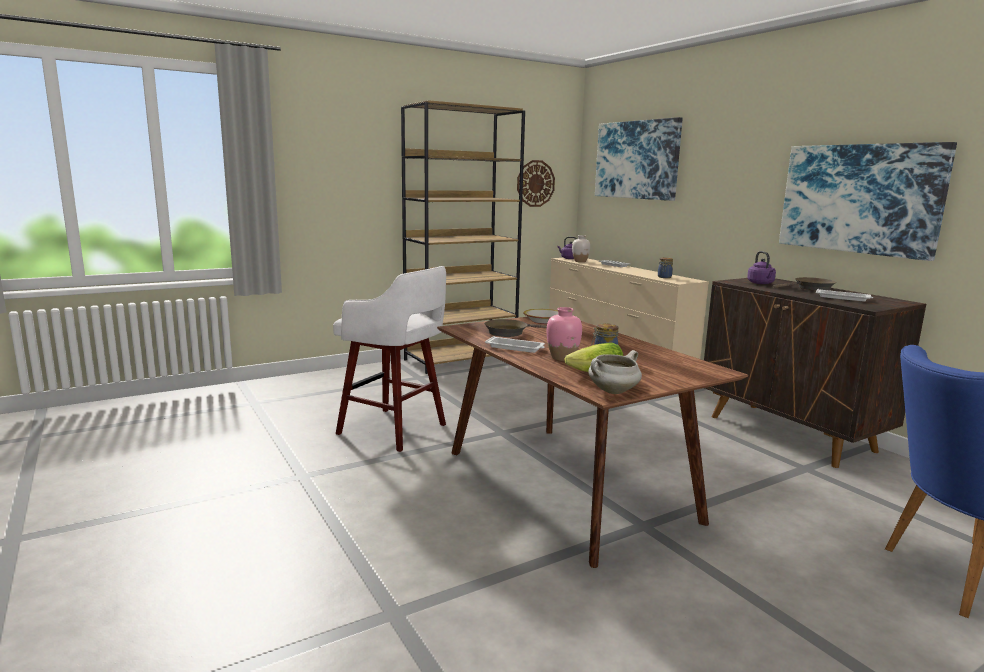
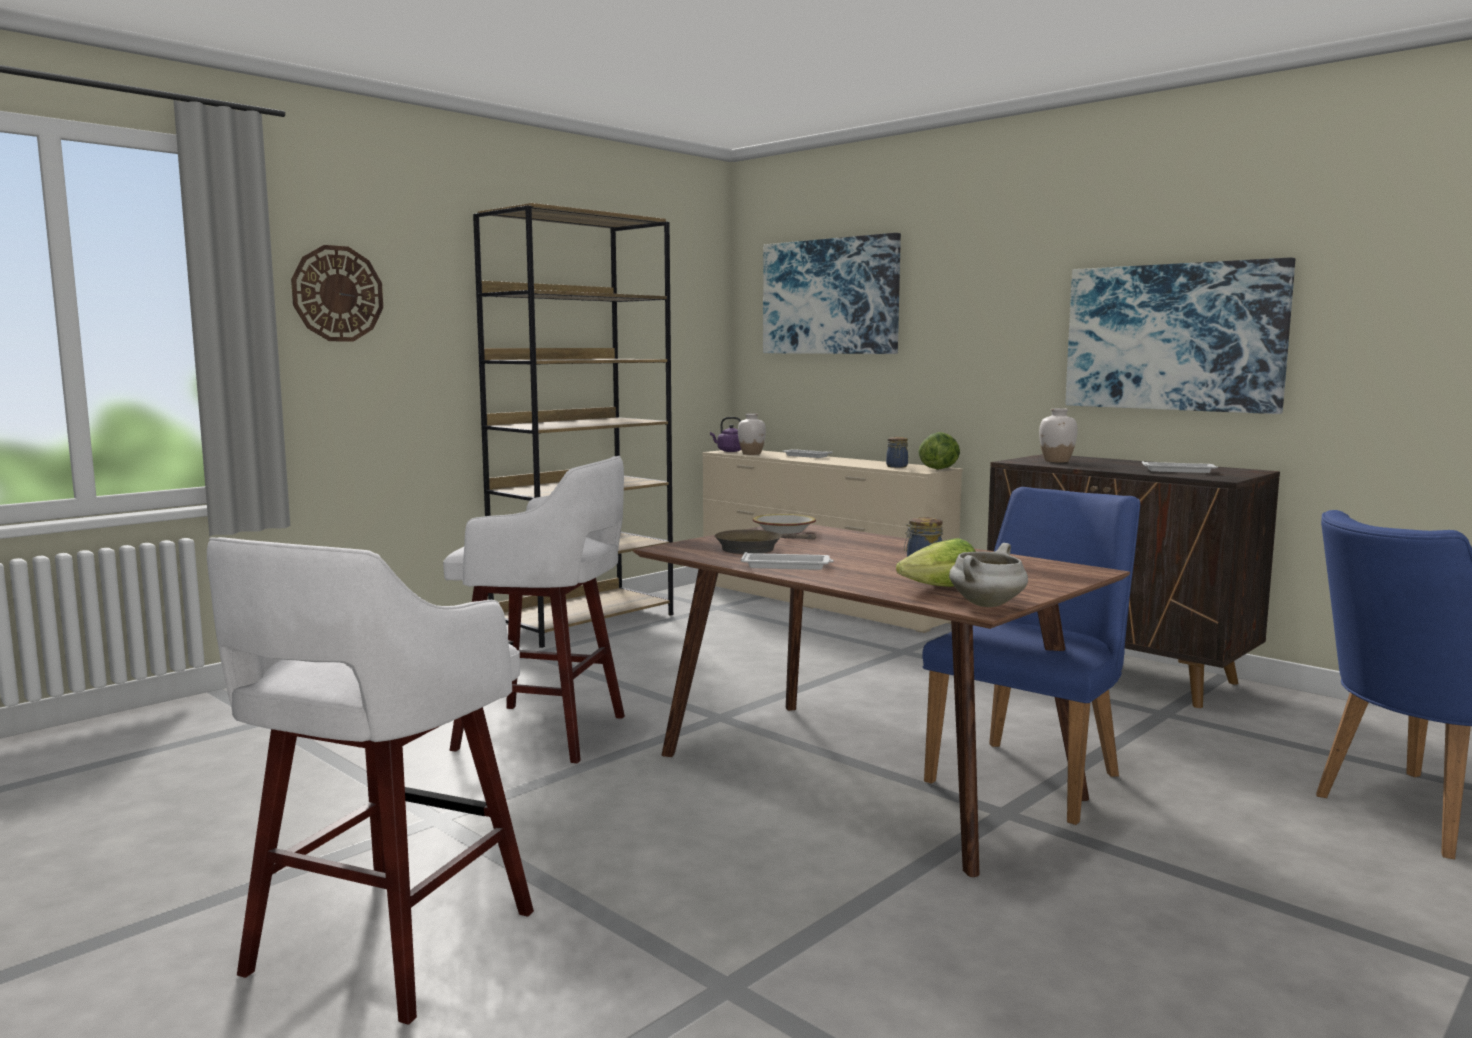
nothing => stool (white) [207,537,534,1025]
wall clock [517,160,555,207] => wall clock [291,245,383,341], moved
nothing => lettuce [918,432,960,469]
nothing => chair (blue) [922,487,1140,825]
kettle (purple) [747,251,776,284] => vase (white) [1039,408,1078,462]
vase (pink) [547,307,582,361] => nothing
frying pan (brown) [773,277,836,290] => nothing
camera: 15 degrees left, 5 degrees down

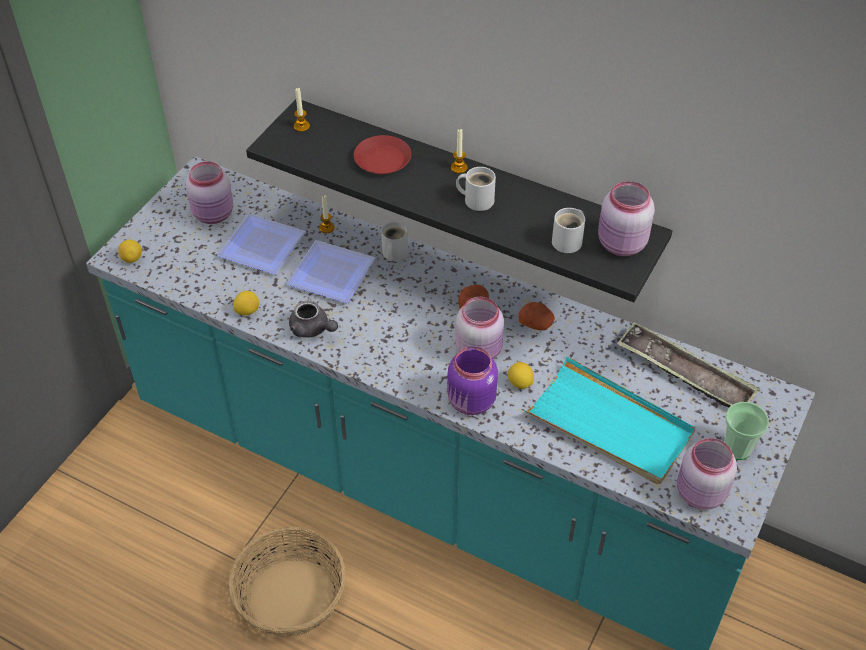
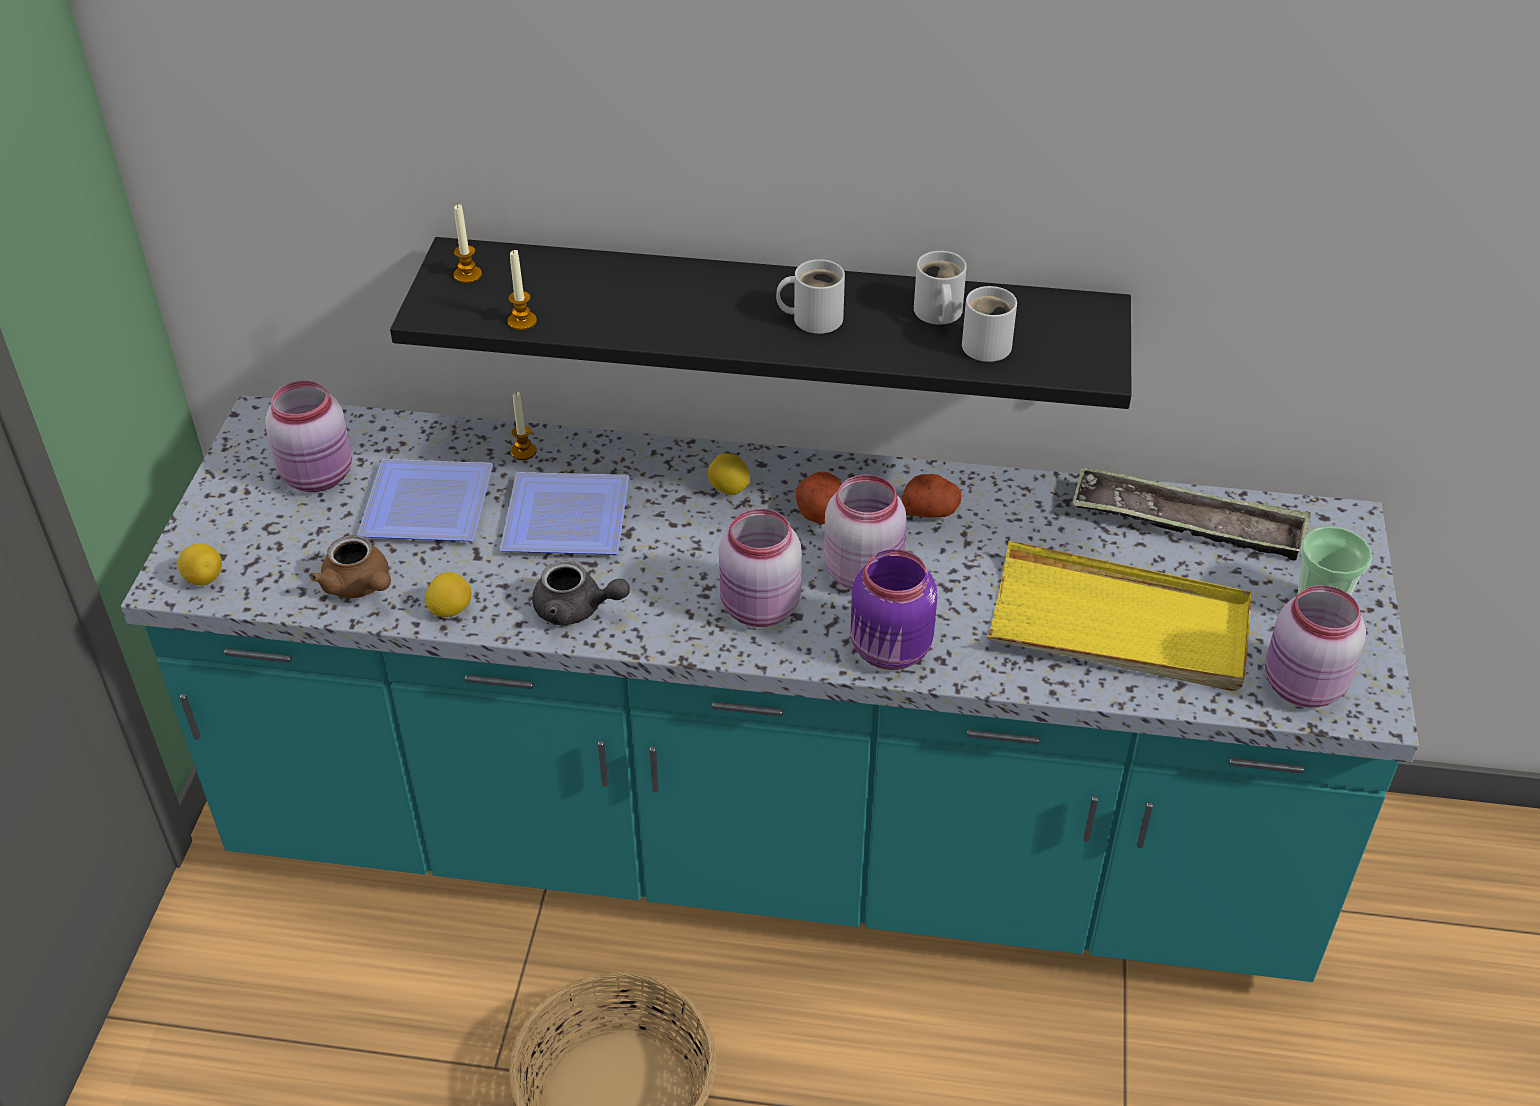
nothing => teapot (brown) [311,535,391,598]
candle [451,129,468,173] => candle [508,249,537,330], moved
lemon [508,362,534,389] => lemon [708,453,750,495], moved
jar (pink) [598,181,655,256] => jar (pink) [719,509,802,627], moved
mug (white) [381,222,408,261] => mug (white) [914,251,967,325], moved
tray (turquoise) [524,356,696,484] => tray (yellow) [987,541,1251,691]
plate (red) [354,135,411,174] => nothing
camera: 20 degrees left, 5 degrees down

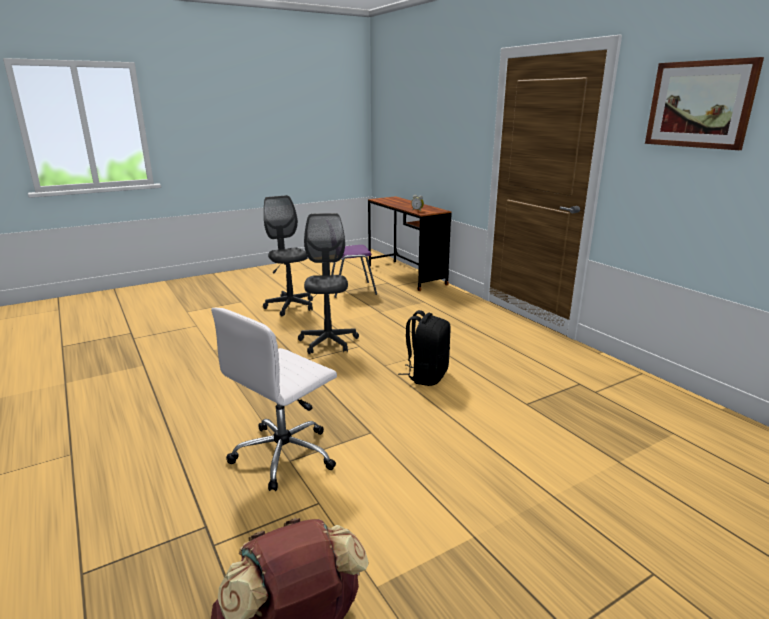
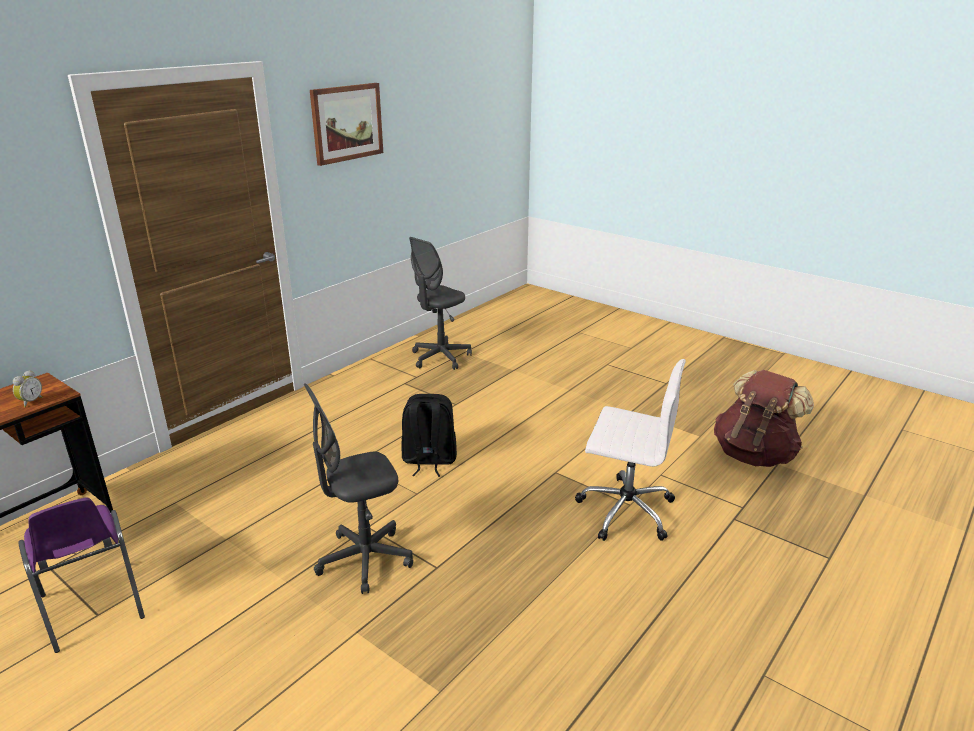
office chair (grey) [263,195,313,316] => office chair (grey) [409,237,472,370], moved
camera: 110 degrees left, 5 degrees up

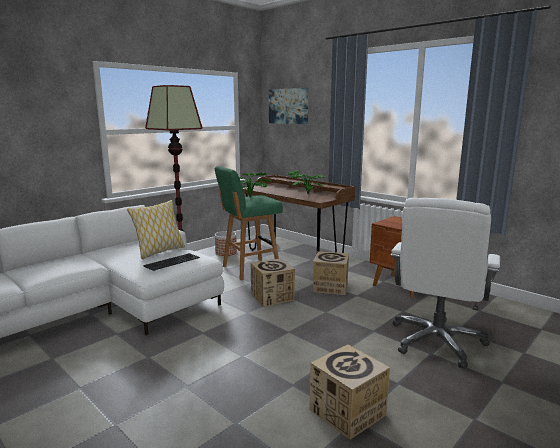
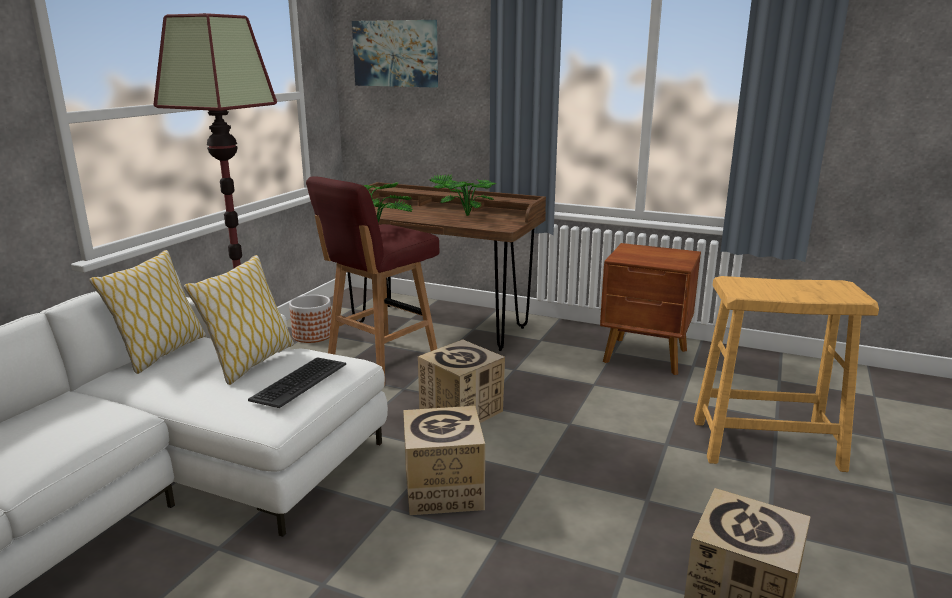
nothing => pillow [89,250,206,374]
stool (green) [215,166,283,280] => stool (red) [306,176,440,386]
cardboard box [313,251,349,295] => cardboard box [403,406,485,515], moved
office chair (white) [390,198,500,368] => stool (beige) [694,276,879,472]
camera: 20 degrees left, 5 degrees up

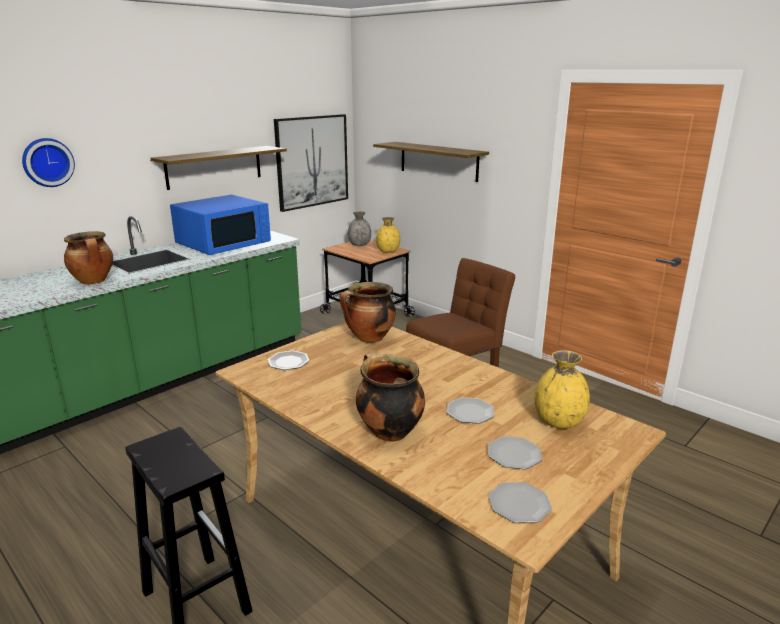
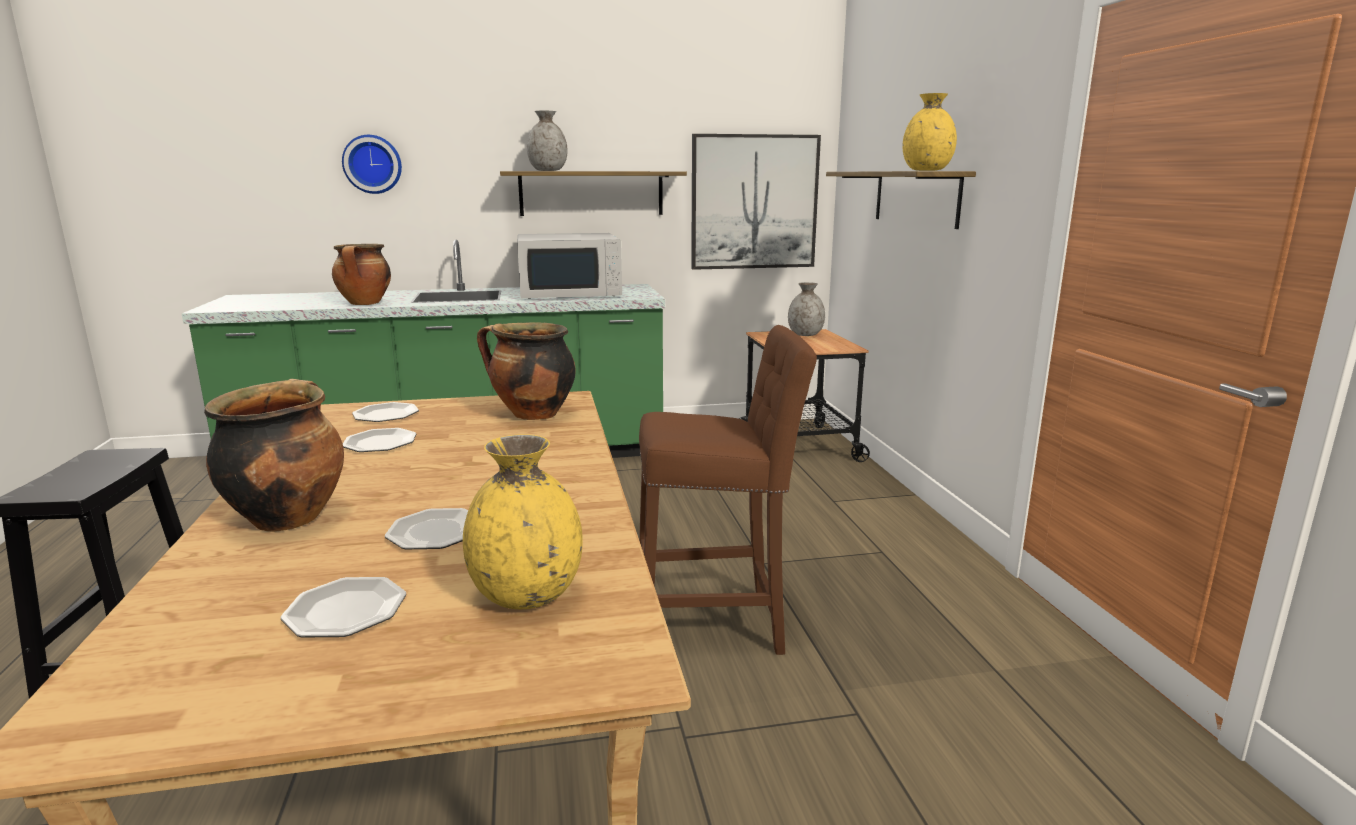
plate [489,482,552,523] => plate [343,428,416,452], moved
microwave (blue) [170,195,271,255] => microwave (white) [517,233,622,299]
nothing => vase (grey) [527,111,568,171]
vase (yellow) [376,217,400,253] => vase (yellow) [903,93,957,171], moved
camera: 35 degrees right, 5 degrees down

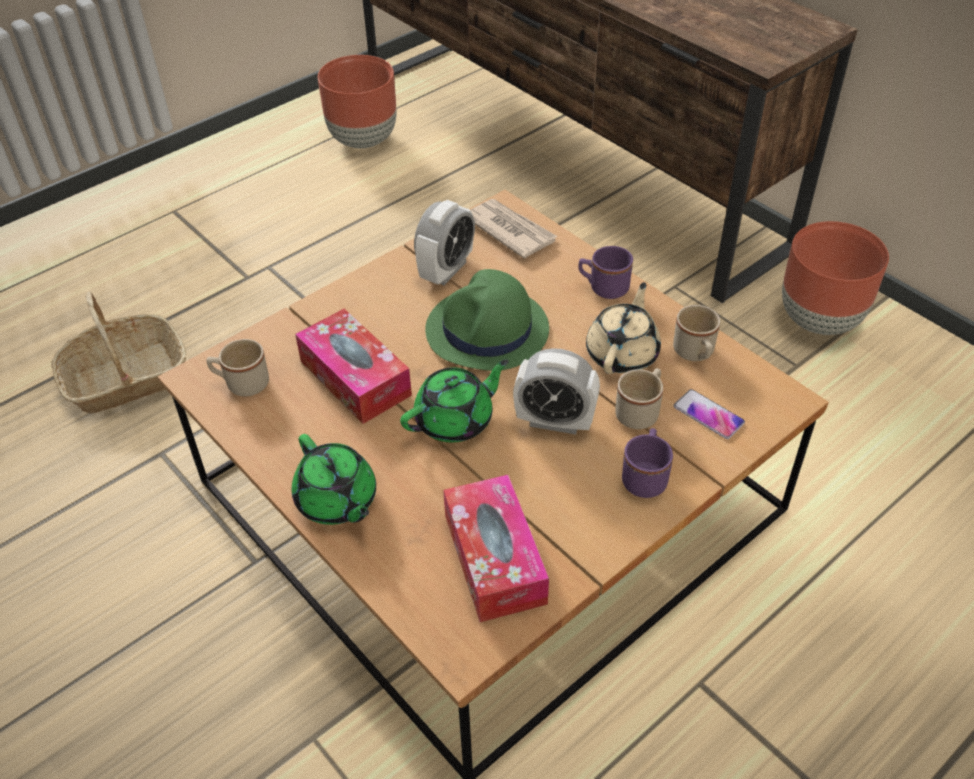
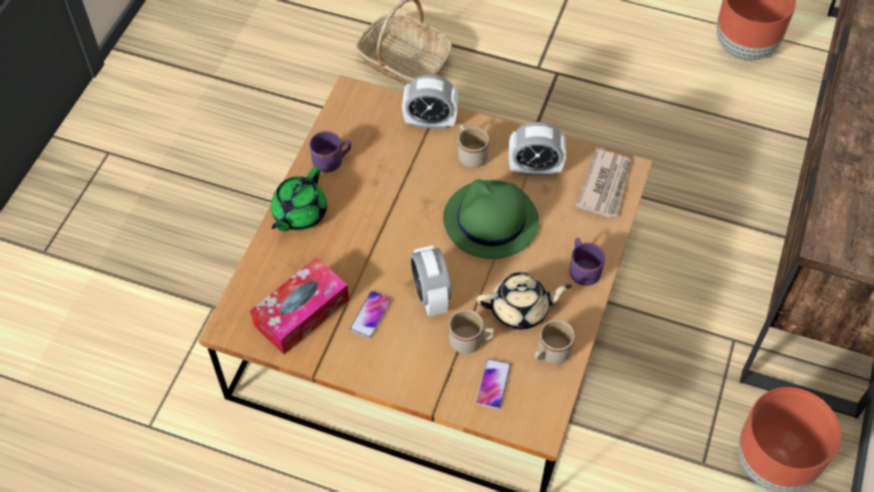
mug (purple) [622,428,673,498] => mug (purple) [309,131,351,172], moved
nothing => phone [350,291,392,338]
nothing => alarm clock [402,75,458,129]
mug (beige) [206,339,269,396] => mug (beige) [458,124,489,168], moved
tissue box [295,309,412,424] => nothing
teapot (green) [400,360,509,442] => nothing
camera: 60 degrees right, 10 degrees up

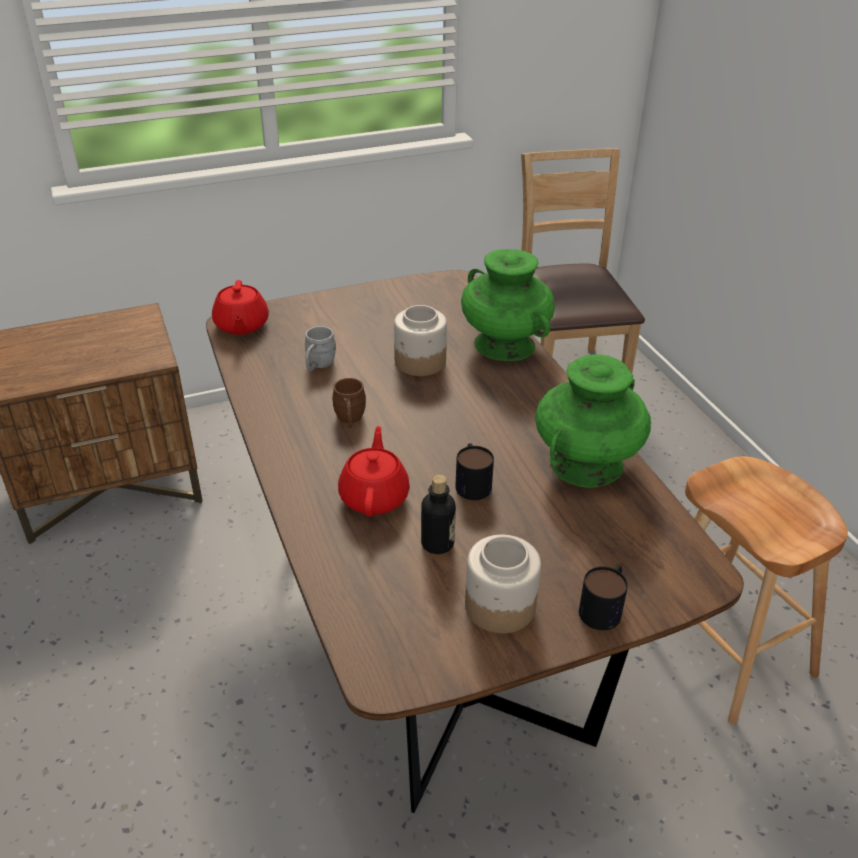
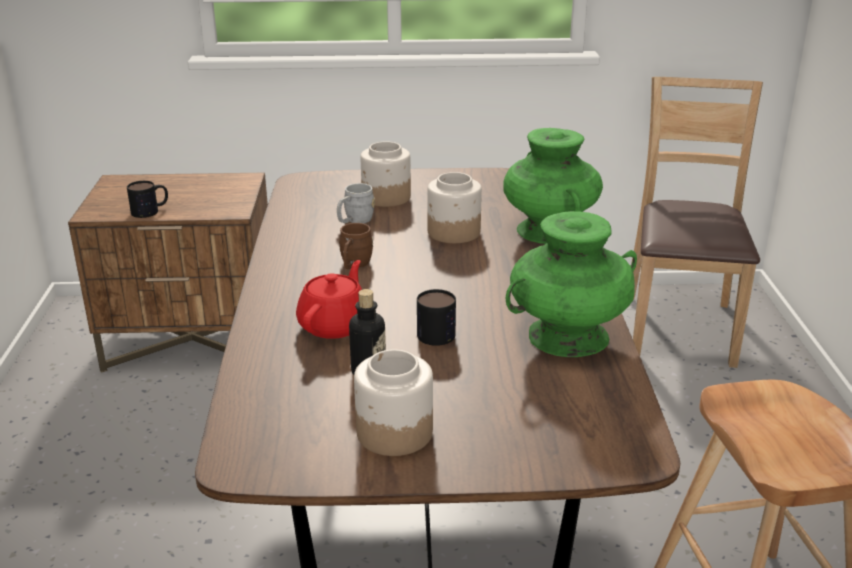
mug [579,565,628,630] => mug [127,181,168,218], moved
nothing => jar [360,141,411,207]
teapot (red) [212,280,269,335] => nothing
camera: 20 degrees right, 10 degrees down

